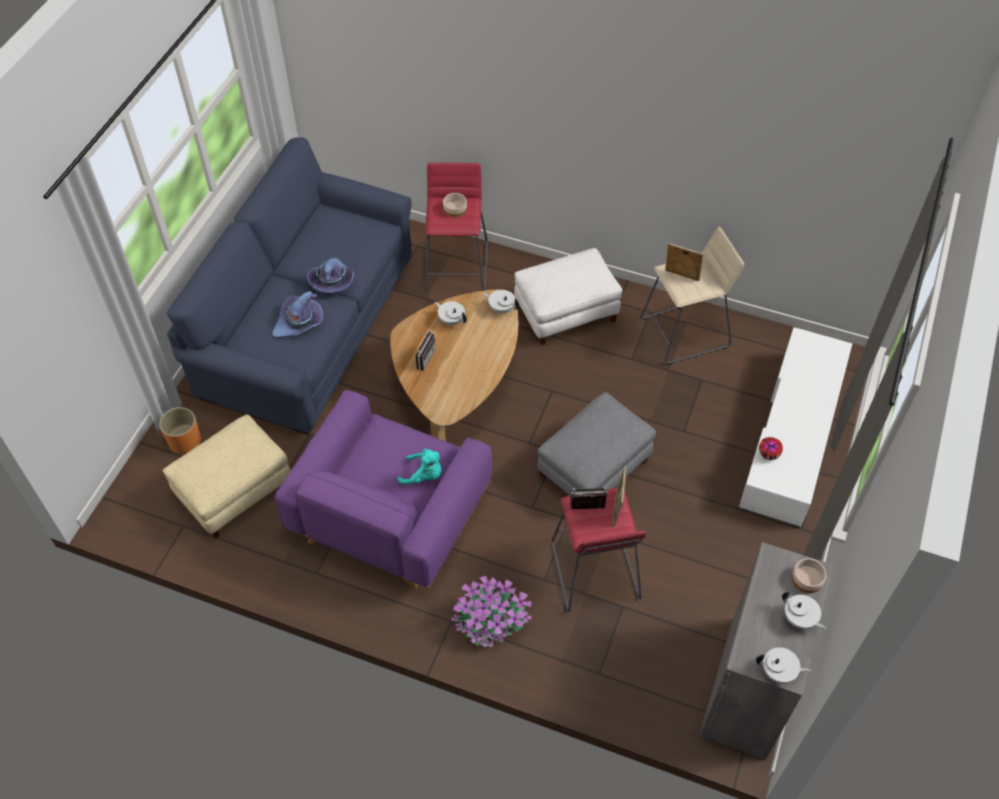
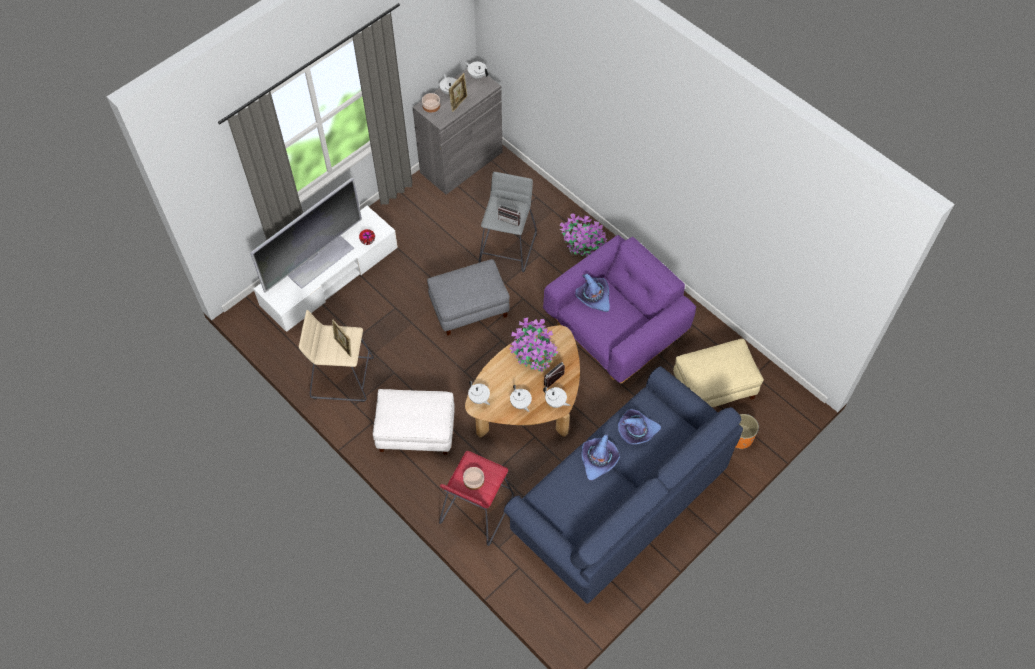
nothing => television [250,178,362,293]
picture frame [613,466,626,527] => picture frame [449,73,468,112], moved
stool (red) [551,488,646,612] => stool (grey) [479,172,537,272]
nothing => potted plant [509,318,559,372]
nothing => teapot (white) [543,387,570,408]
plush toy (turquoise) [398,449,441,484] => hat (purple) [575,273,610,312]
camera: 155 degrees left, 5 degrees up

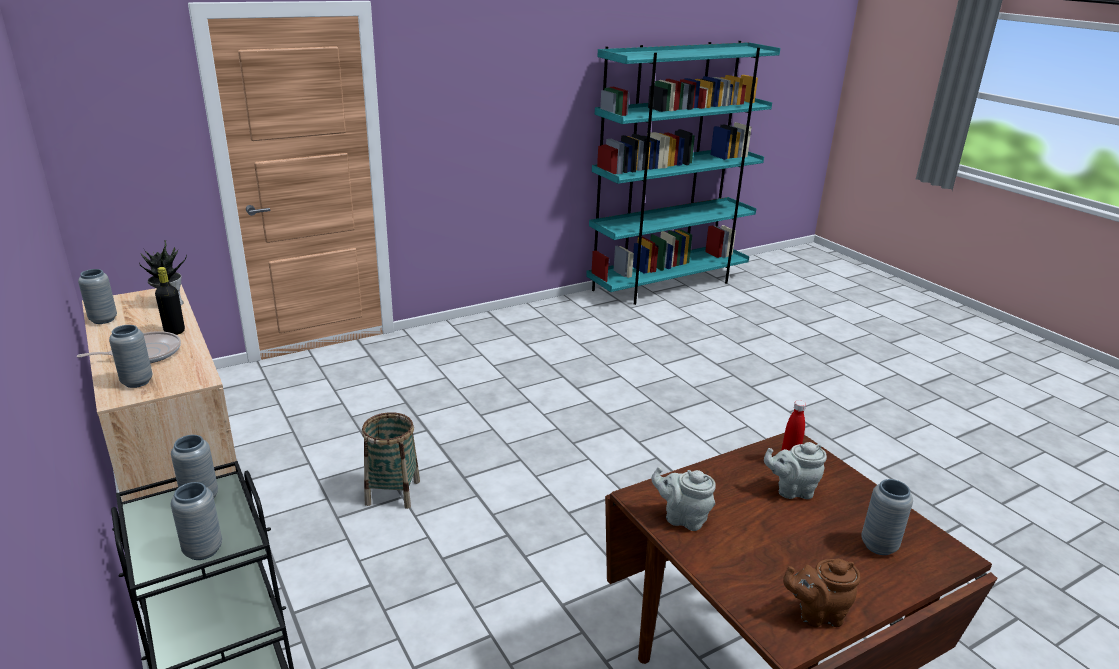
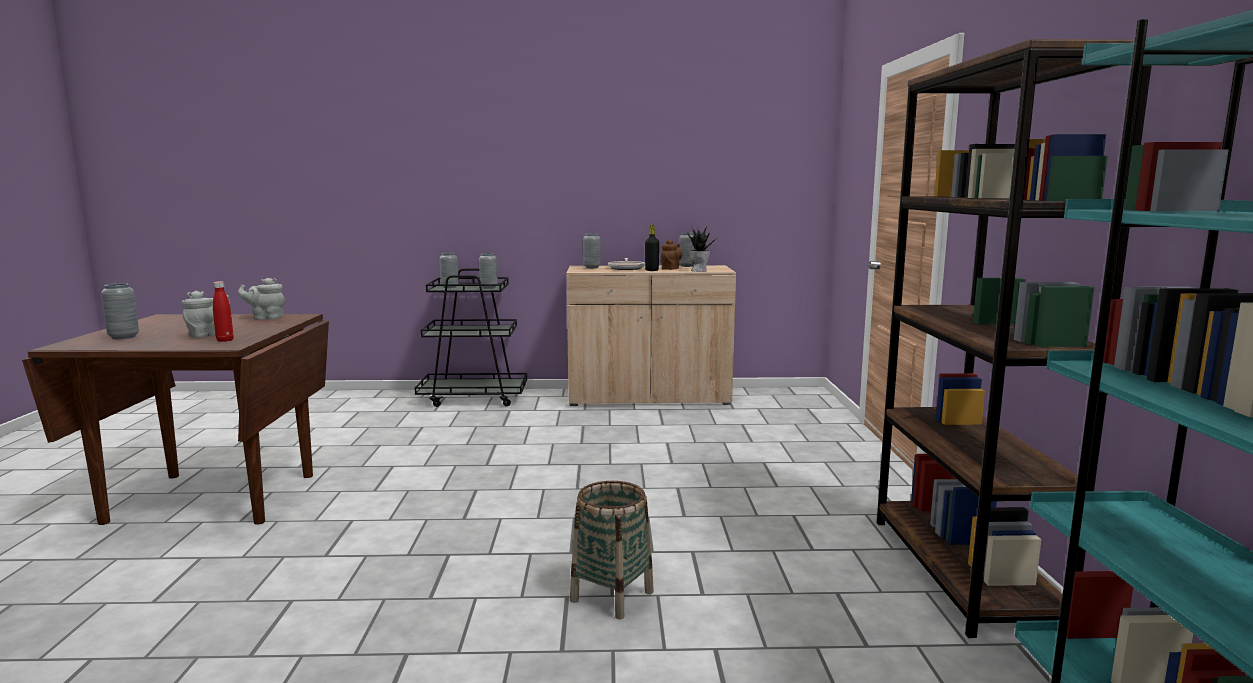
teapot (grey) [651,467,716,531] => teapot (grey) [238,278,285,320], 150 degrees counterclockwise
basket [362,412,420,509] => basket [570,481,654,619], moved
teapot (brown) [783,559,860,627] => teapot (brown) [661,239,682,270], moved
nothing => bookcase (brown) [877,39,1151,638]
camera: 120 degrees right, 15 degrees down

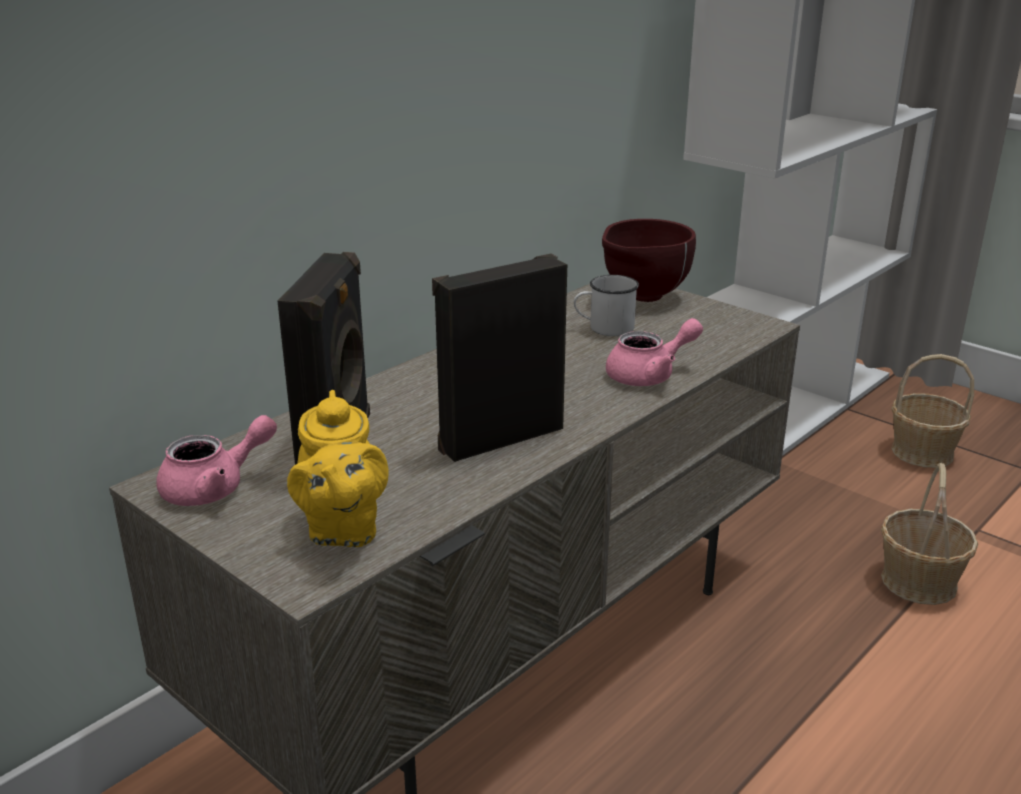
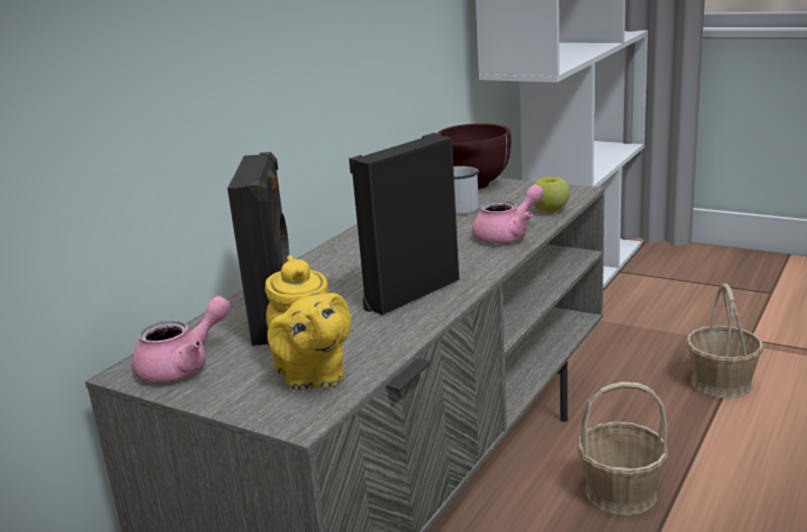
nothing => apple [533,177,570,212]
basket [891,354,974,468] => basket [577,382,668,516], moved
camera: 10 degrees left, 5 degrees down

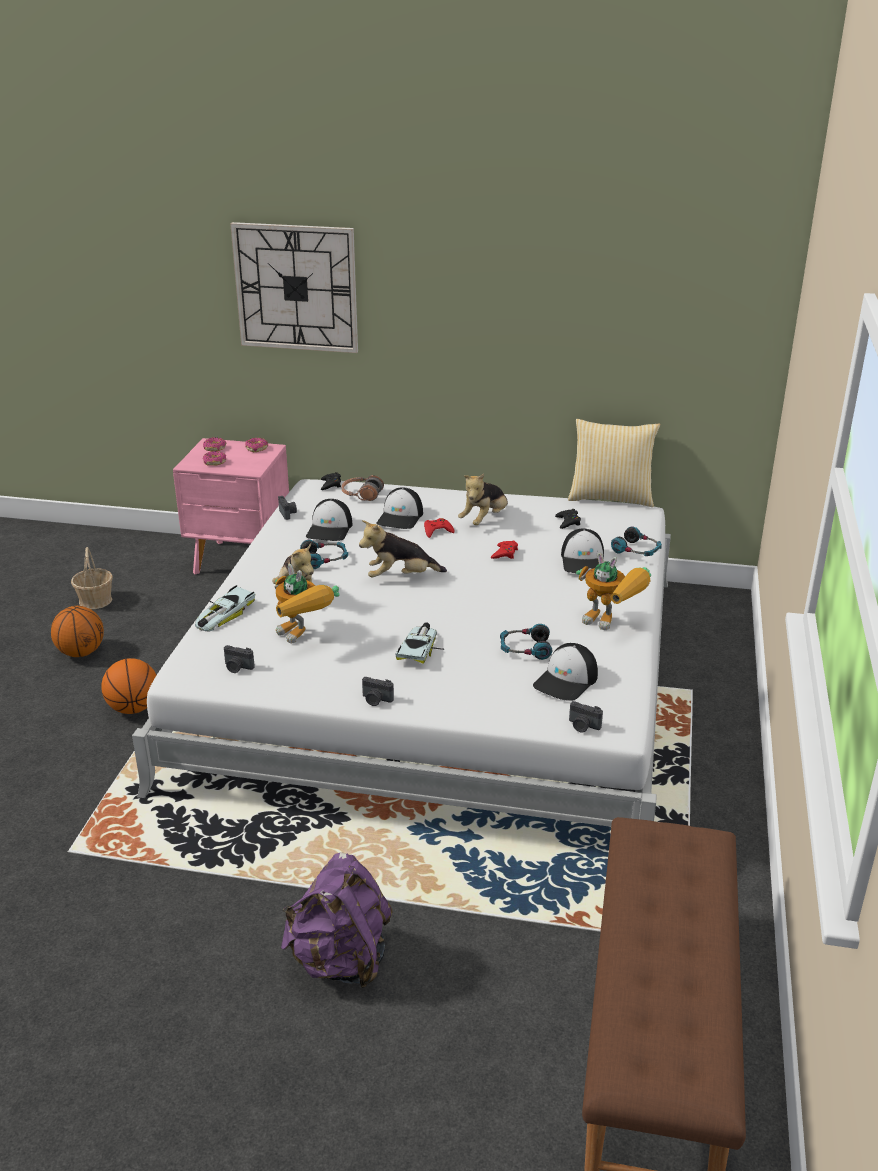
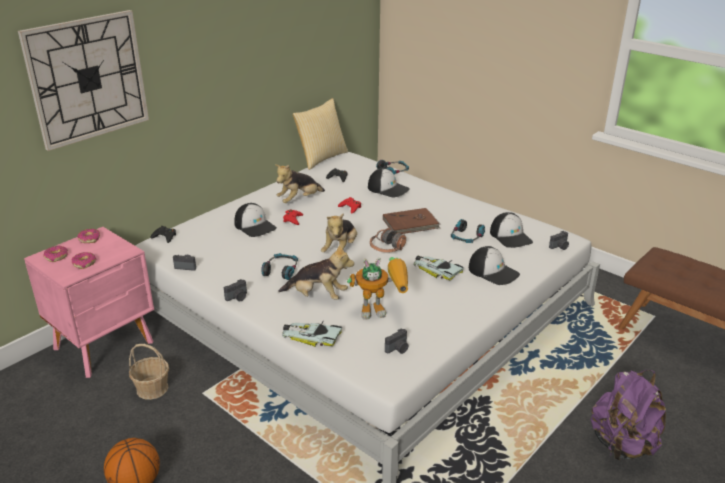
basket [71,547,113,609] => basket [129,344,169,400], moved
photo camera [362,677,394,706] => photo camera [224,279,247,301], moved
plush toy [458,473,508,525] => plush toy [275,165,325,203], 75 degrees clockwise
toy car [195,585,255,631] => toy car [282,321,342,347], 135 degrees clockwise
headphones [342,475,384,501] => headphones [370,228,406,252], moved
nothing => book (brown) [383,208,440,234]
cap [306,499,353,541] => cap [469,246,520,285], moved
basketball [101,658,156,714] => nothing
toy robot [576,553,651,630] => nothing
camera: 60 degrees left, 0 degrees up

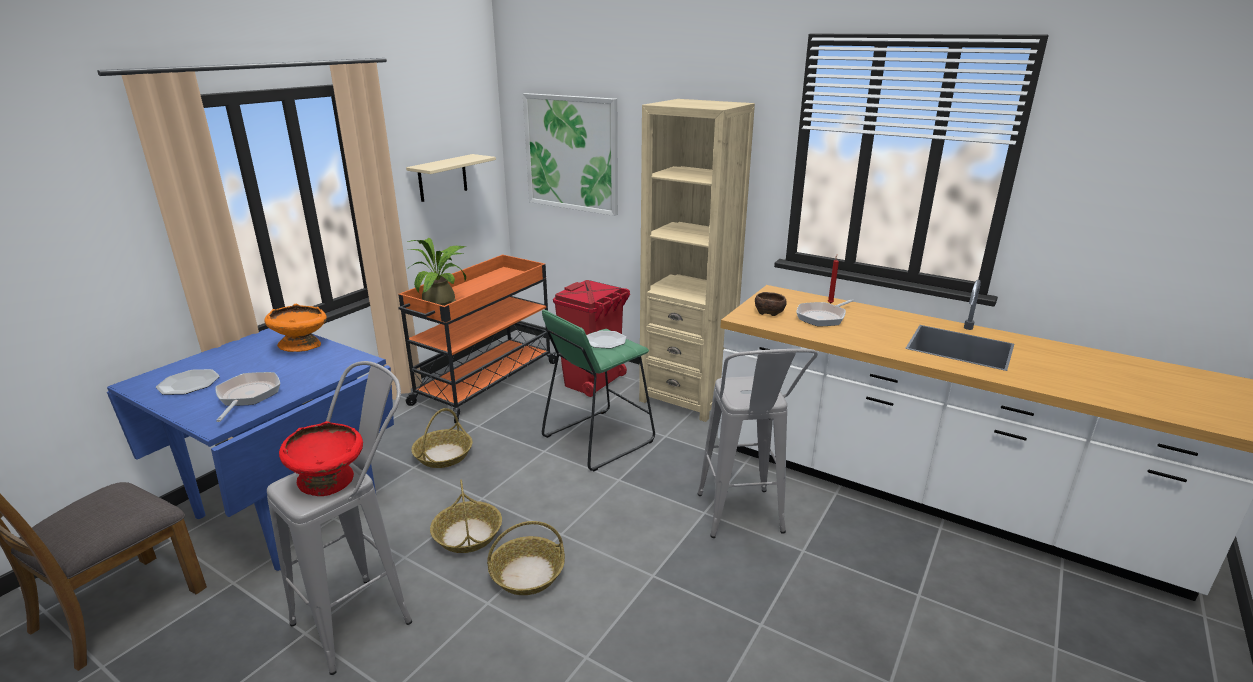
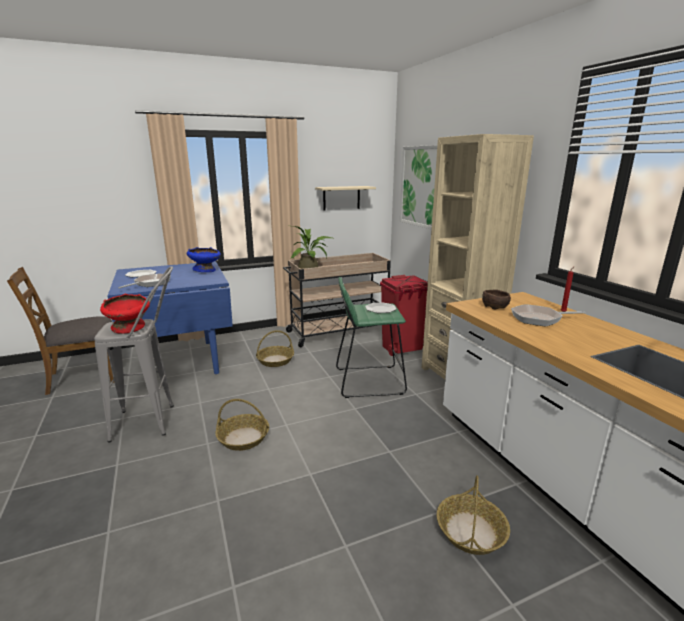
bowl (orange) [264,303,327,352] => bowl (blue) [187,247,221,272]
cart (orange) [398,254,557,423] => cart (beige) [283,253,391,347]
basket [430,480,502,553] => basket [437,475,510,555], moved
stool (grey) [697,349,818,538] => nothing
camera: 35 degrees right, 5 degrees down

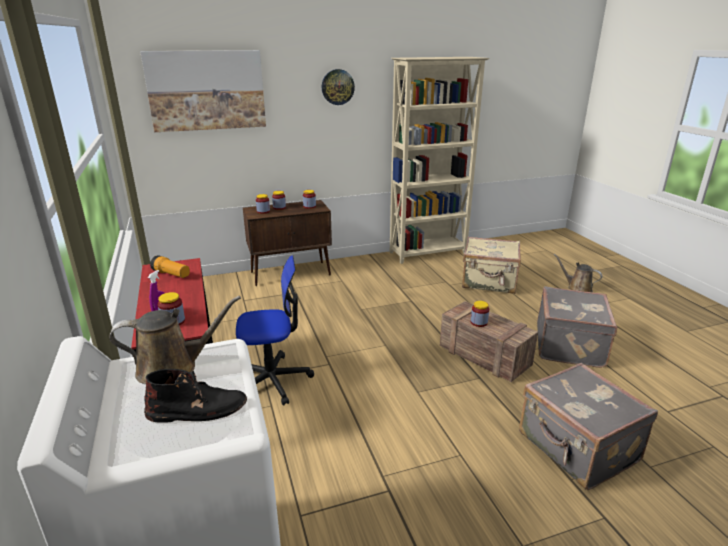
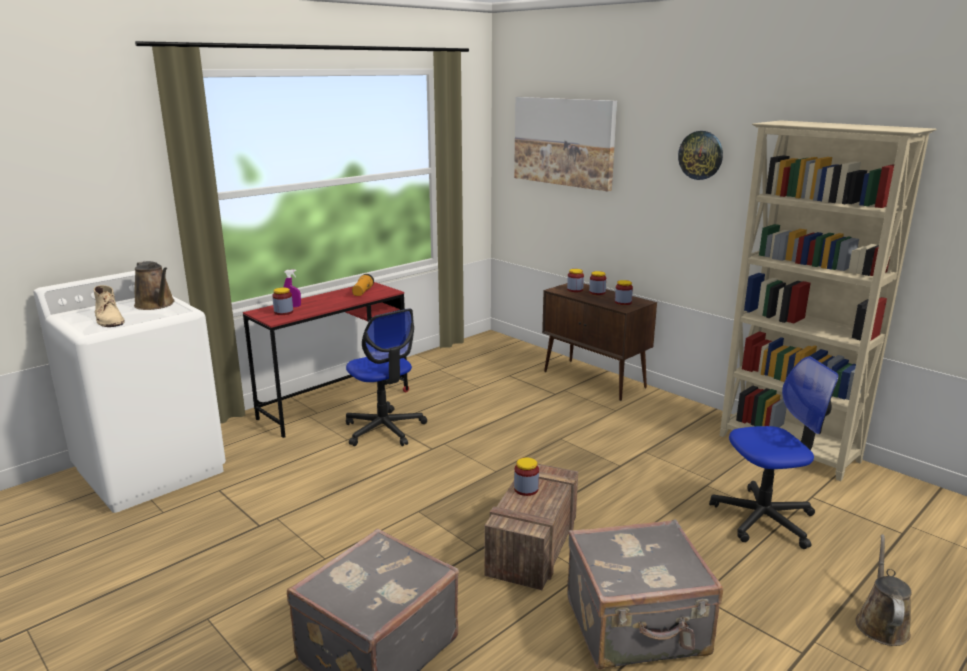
boot (black) [144,369,247,423] => boot (beige) [94,285,125,327]
suitcase (beige) [462,236,521,294] => office chair [709,356,839,549]
camera: 65 degrees right, 5 degrees down

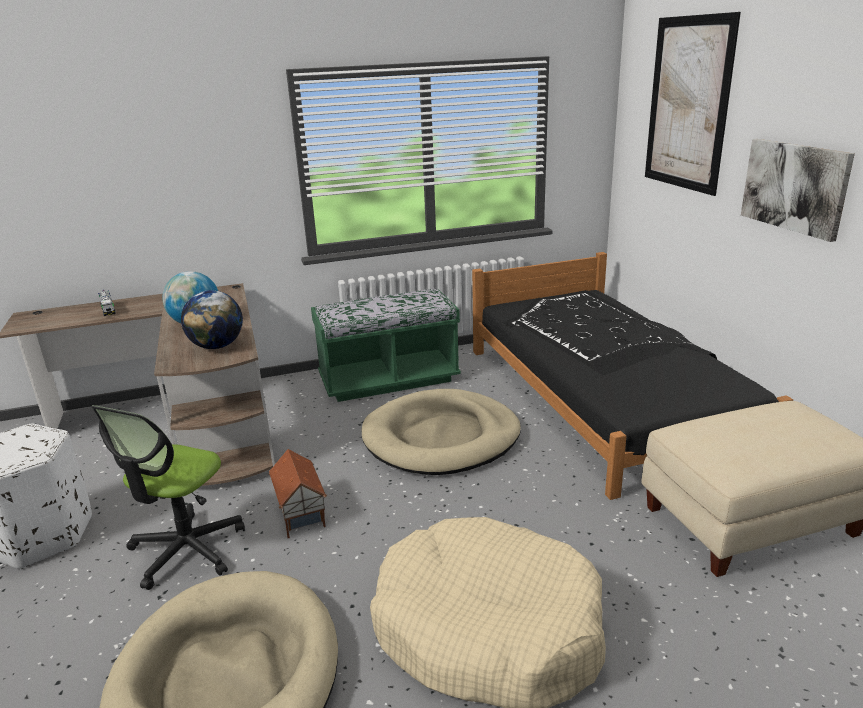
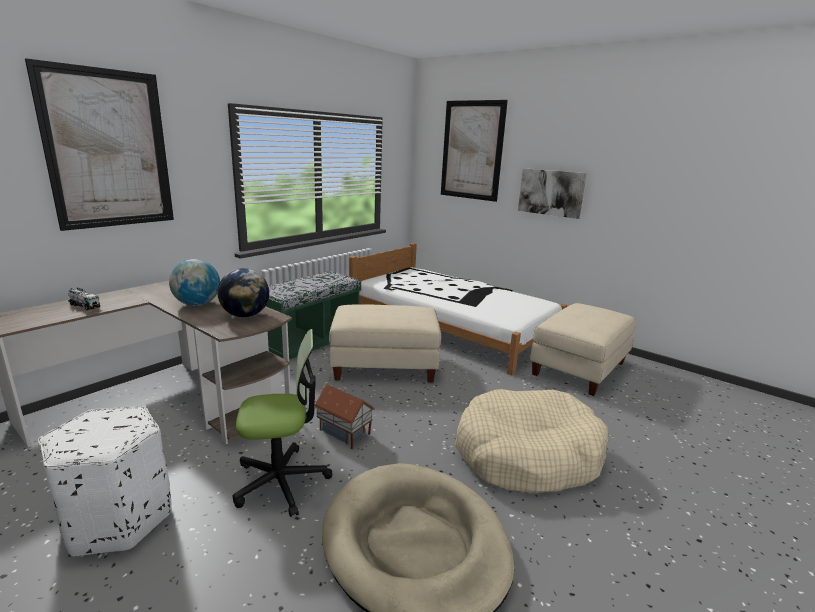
nothing => picture [25,58,174,231]
office chair [91,405,245,590] => office chair [233,329,332,517], 90 degrees counterclockwise
dog bed (beige) [361,389,521,475] => ottoman (beige) [329,304,441,382]
bed (black) [472,252,793,500] => bed (white) [349,243,567,375]
camera: 35 degrees left, 5 degrees down

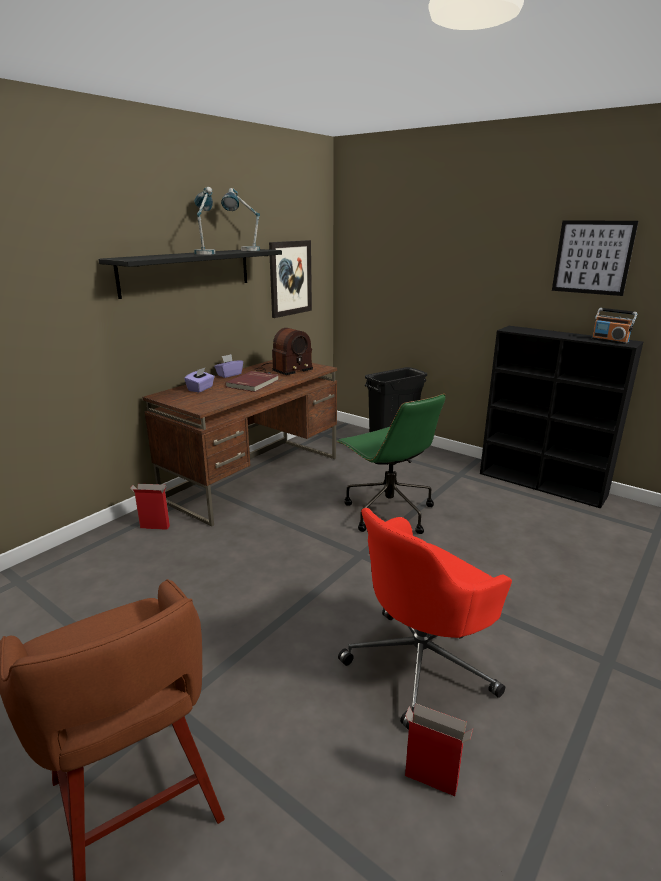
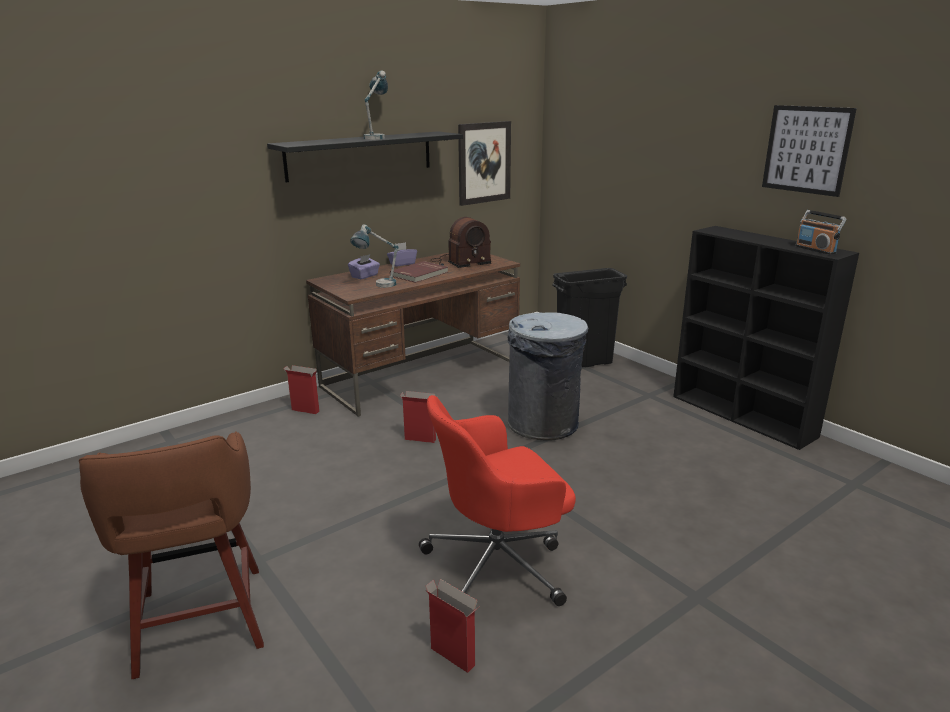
table lamp [221,188,260,251] => table lamp [350,224,399,288], moved
nothing => cardboard box [400,391,438,443]
office chair (green) [337,394,445,534] => trash can (grey) [508,312,588,441]
camera: 15 degrees right, 0 degrees up

